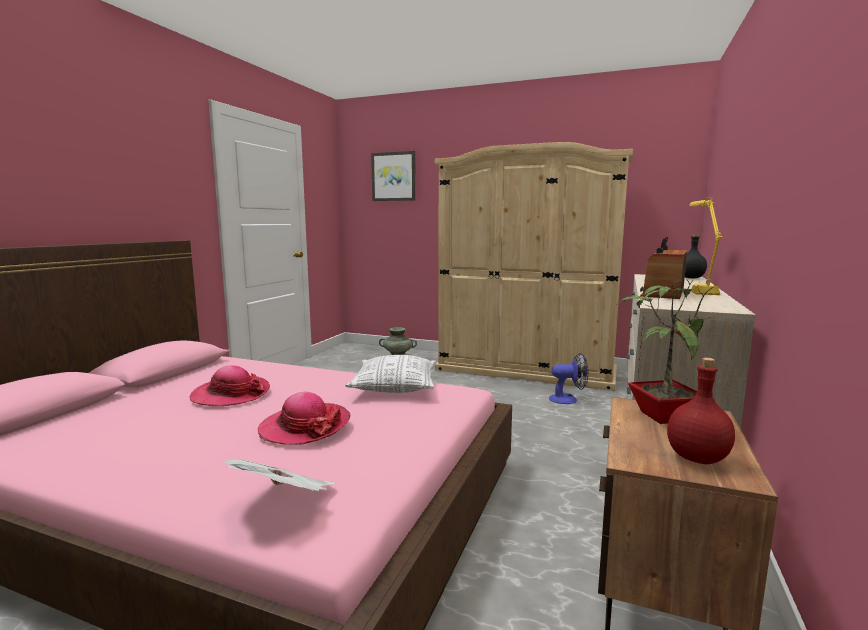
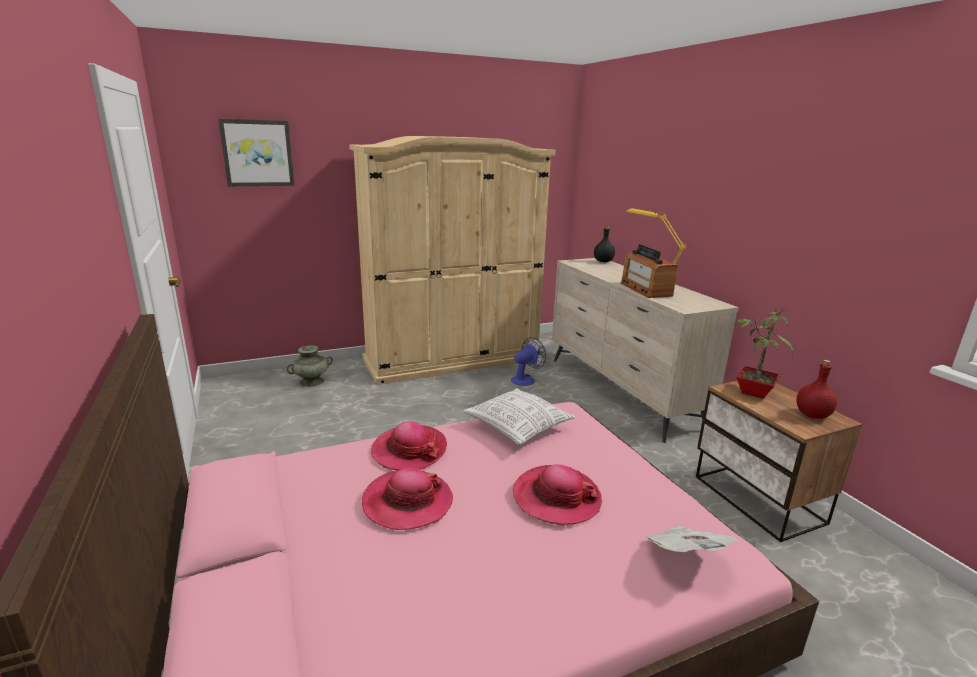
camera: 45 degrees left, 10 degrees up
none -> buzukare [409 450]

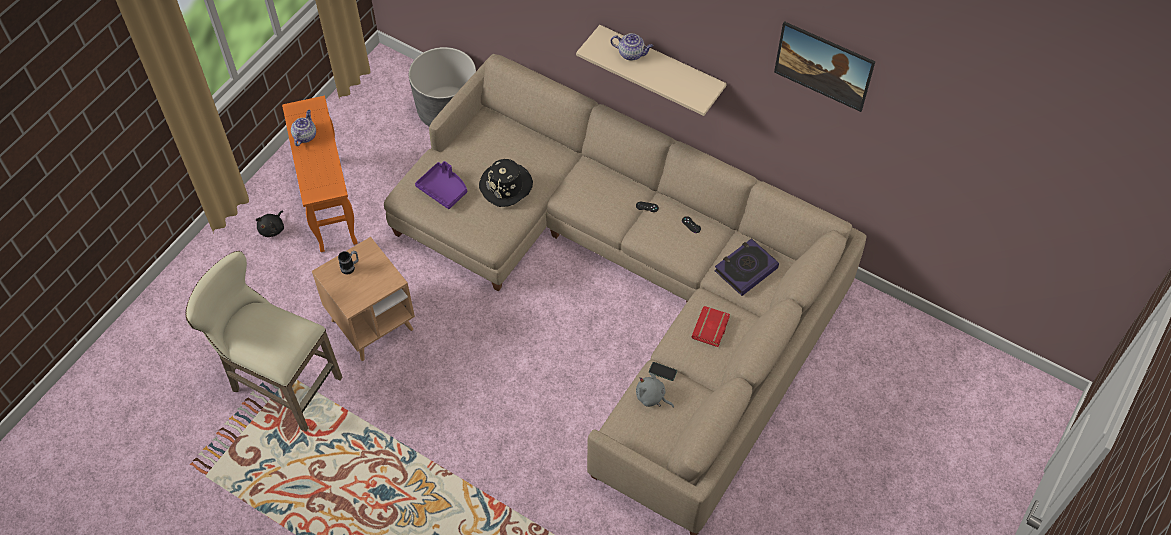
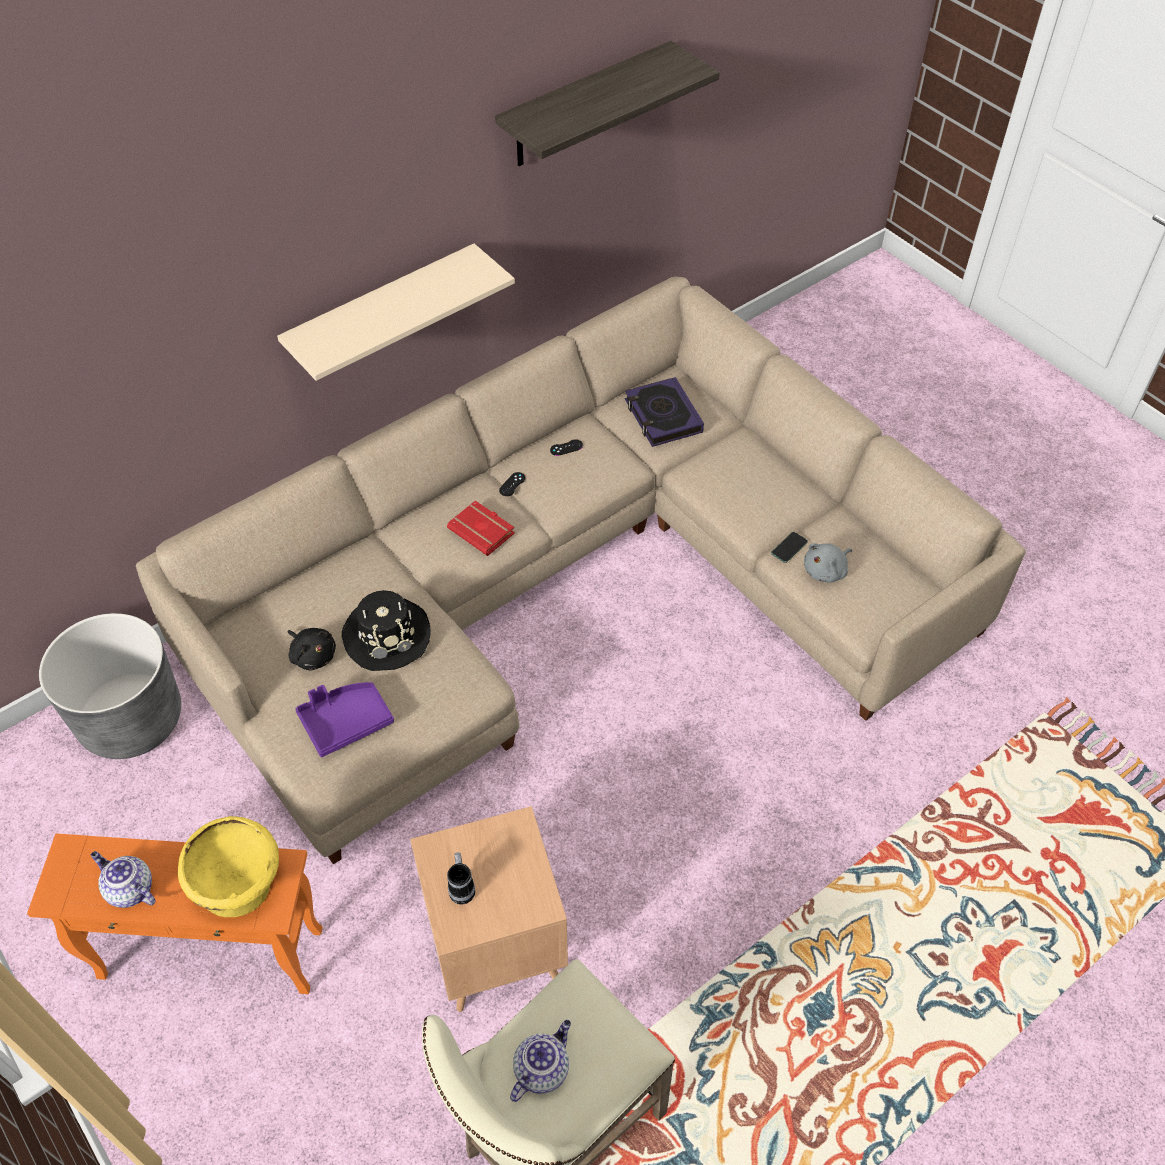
camera: 70 degrees left, 5 degrees down
none -> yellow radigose [239 884]
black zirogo [273 229] -> black zirogo [313 655], moved
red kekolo [711 329] -> red kekolo [483 531], moved
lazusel [820 78] -> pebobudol [585 106]
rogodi [632 54] -> rogodi [541 1068], moved

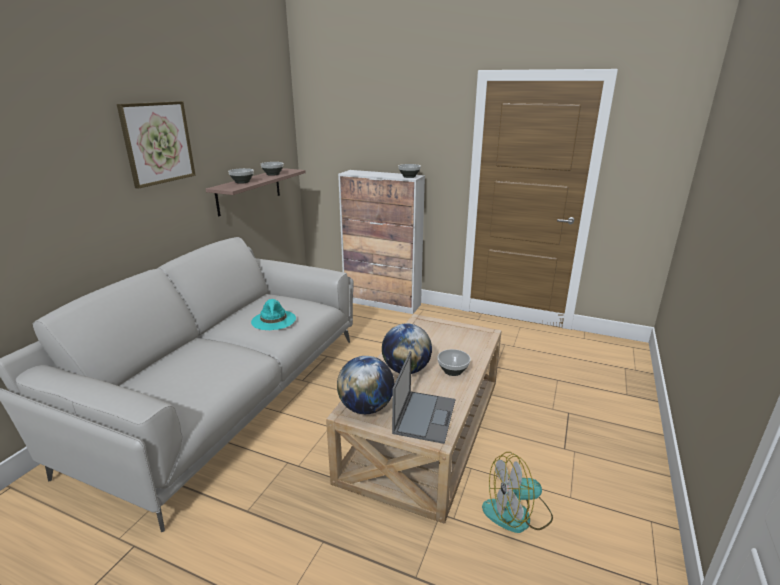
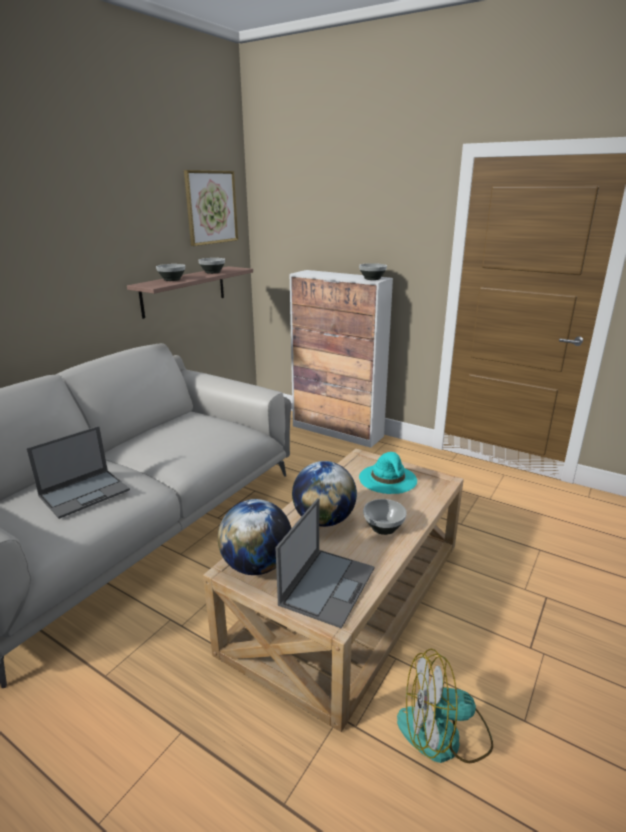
camera: 10 degrees right, 0 degrees up
none -> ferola [85 493]
lazusel [158 143] -> lazusel [211 207], moved
turquoise buzukare [274 320] -> turquoise buzukare [388 479], moved

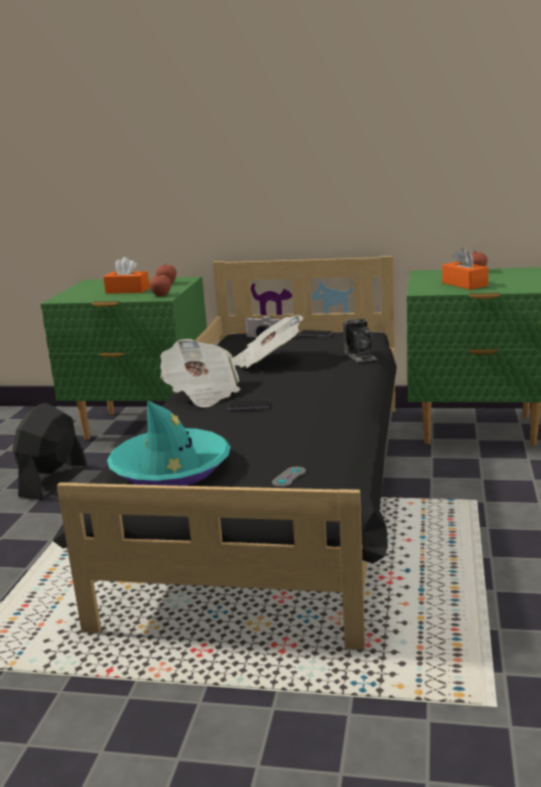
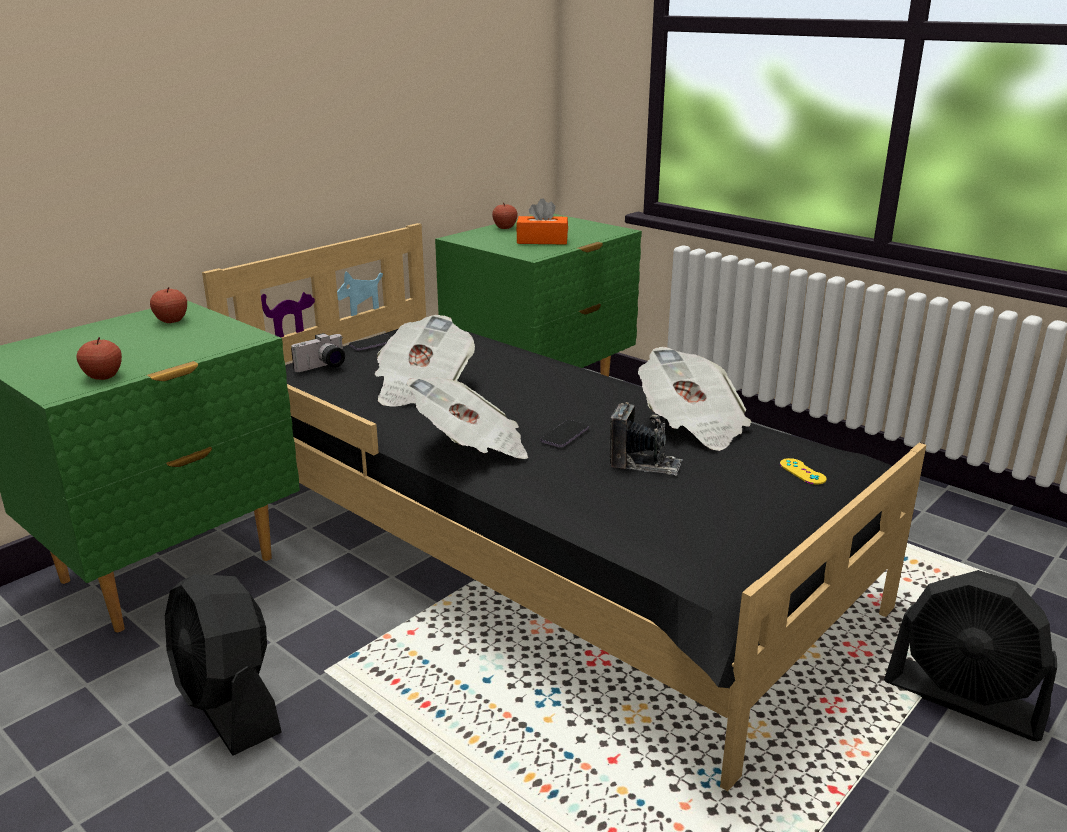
camera: 60 degrees left, 5 degrees up
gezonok [161 295] -> gezonok [103 376], moved
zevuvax [360 356] -> zevuvax [645 463], moved
none -> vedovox [692 426]
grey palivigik [289 477] -> yellow palivigik [802 472]
none -> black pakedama [964 699]
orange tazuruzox [127 290] -> none
turquoise buzukare [171 469] -> none

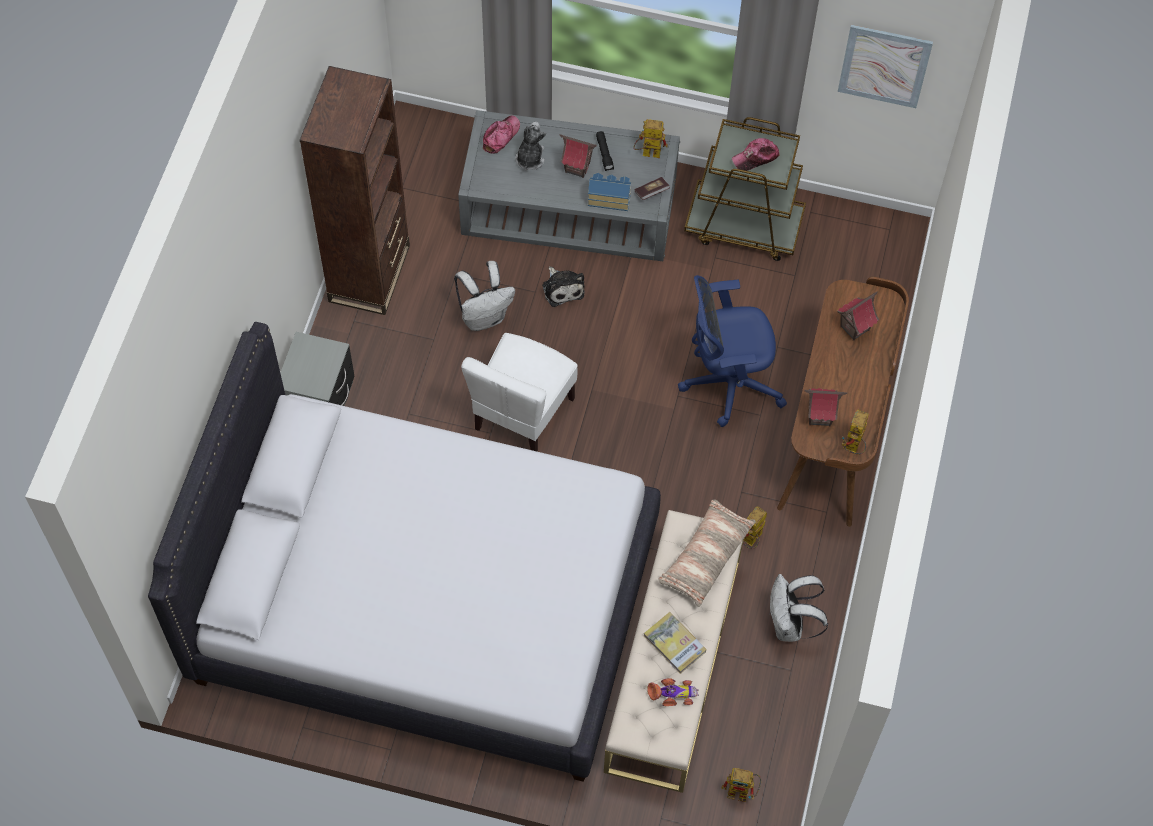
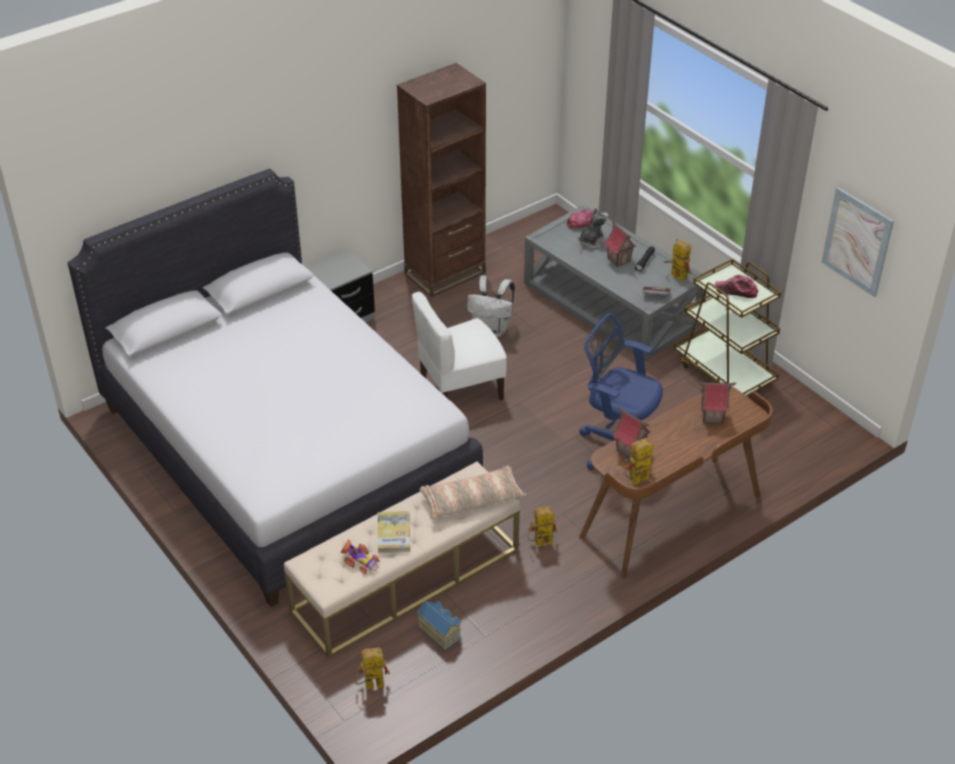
camera: 40 degrees right, 20 degrees down
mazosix [742 792] -> mazosix [370 686], 120 degrees clockwise
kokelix [609 198] -> kokelix [440 631], moved
zirogo [562 288] -> none
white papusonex [789 625] -> none

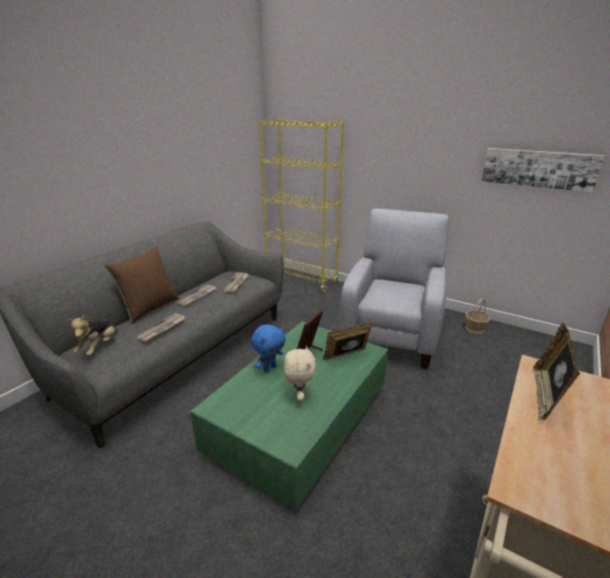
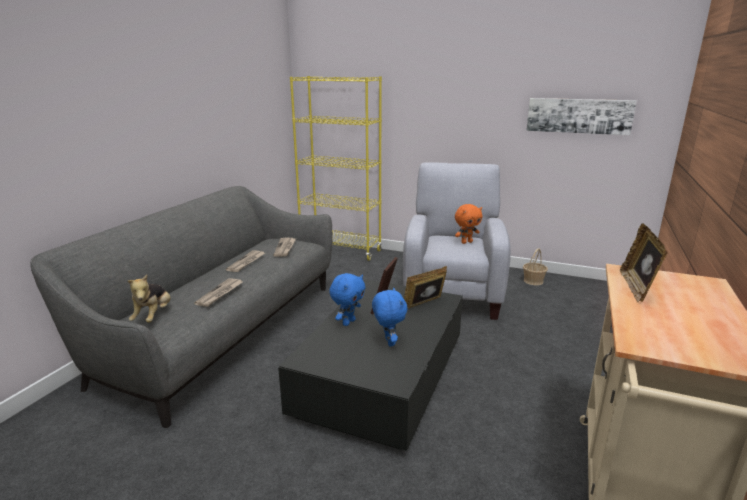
camera: 10 degrees left, 5 degrees down
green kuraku [300 420] -> black kuraku [382 377]
beige zirogo [299 396] -> blue zirogo [388 342]
none -> orange zirogo [466 242]
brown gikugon [149 308] -> none

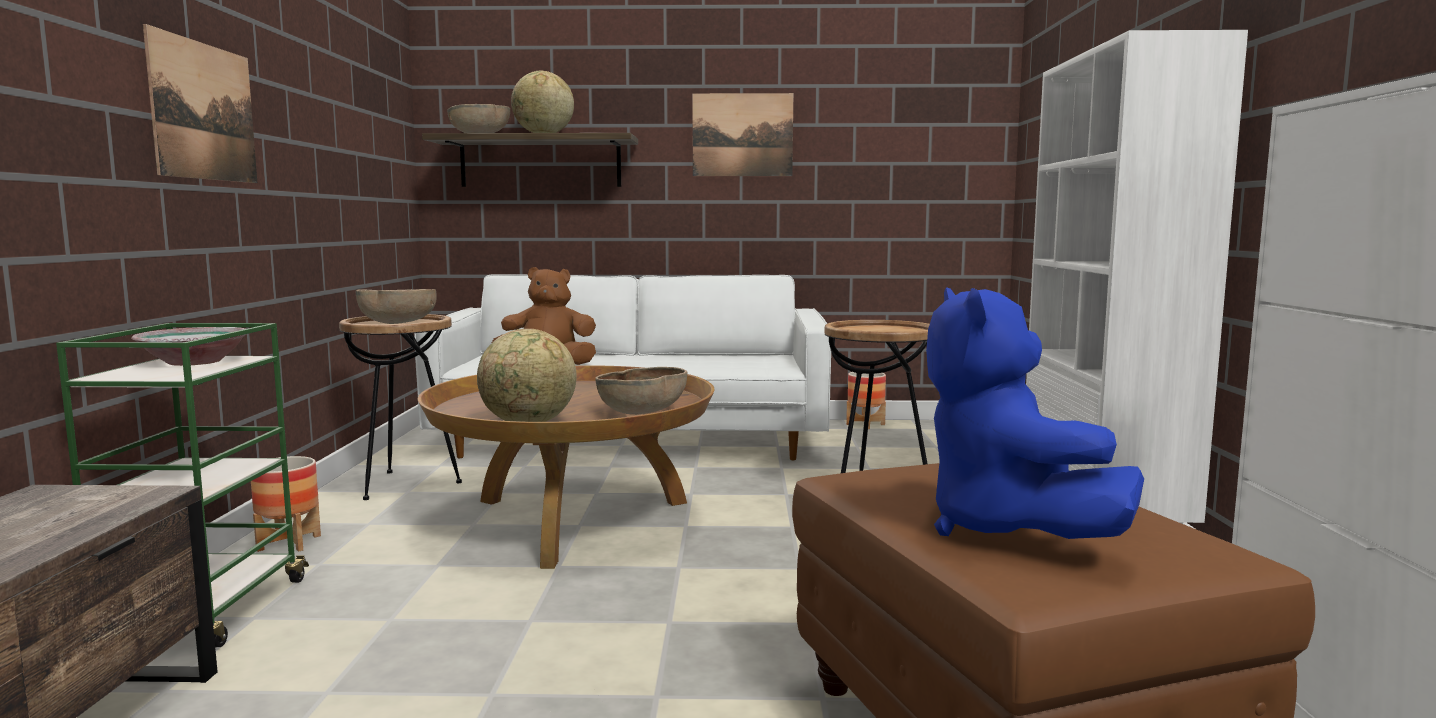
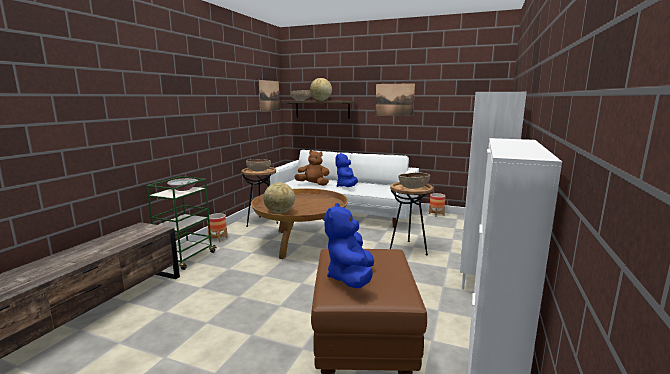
camera: 20 degrees right, 5 degrees up
lazusel [204 111] -> lazusel [269 96], moved
none -> blue zirogo [347 187]
brown radigose [642 413] -> brown radigose [413 188], moved

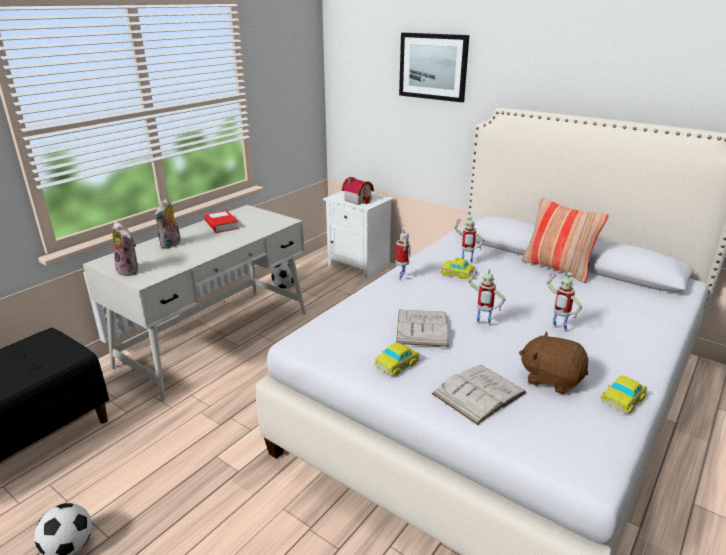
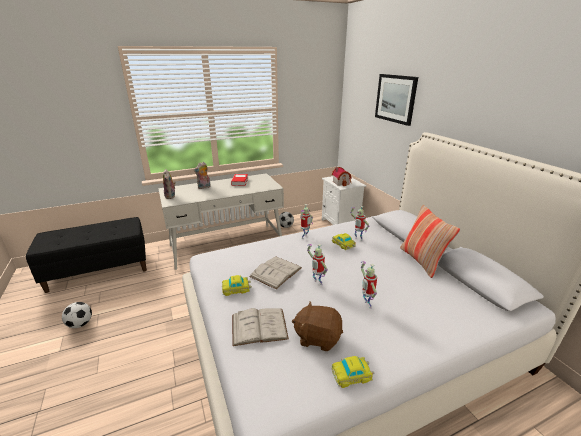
camera: 30 degrees right, 0 degrees up
brown zirogo [551 379] -> brown zirogo [317 337], 45 degrees counterclockwise

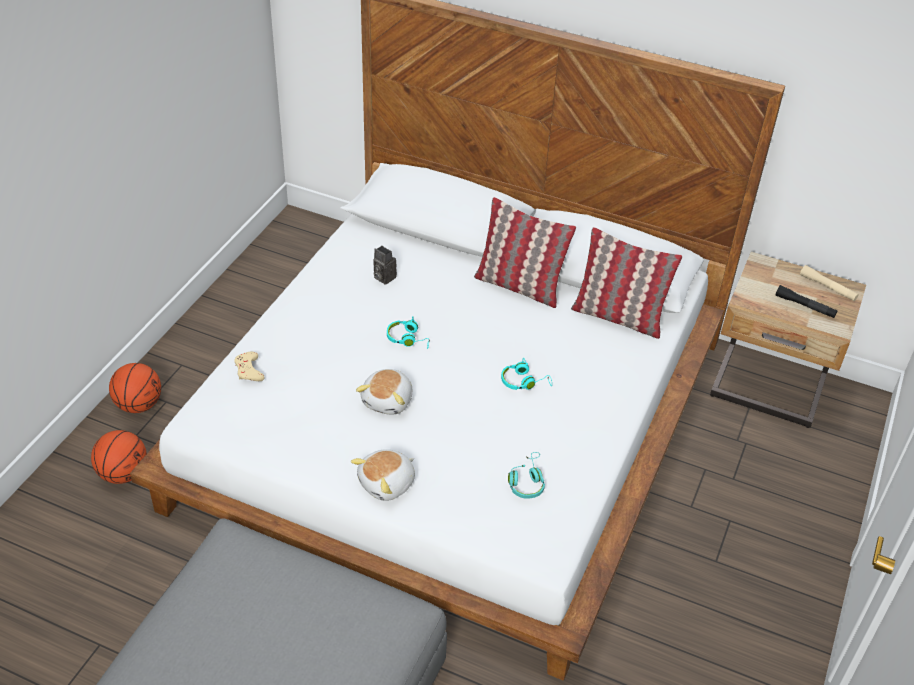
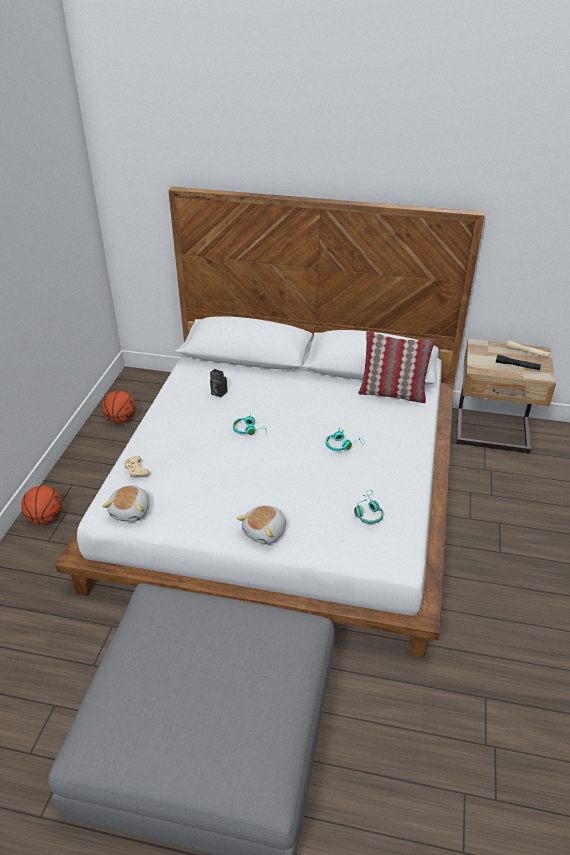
camera: 10 degrees left, 5 degrees down
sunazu [123 474] -> sunazu [121 420], moved
zirogo [388 401] -> zirogo [131 511], moved
gikugon [519 286] -> none

